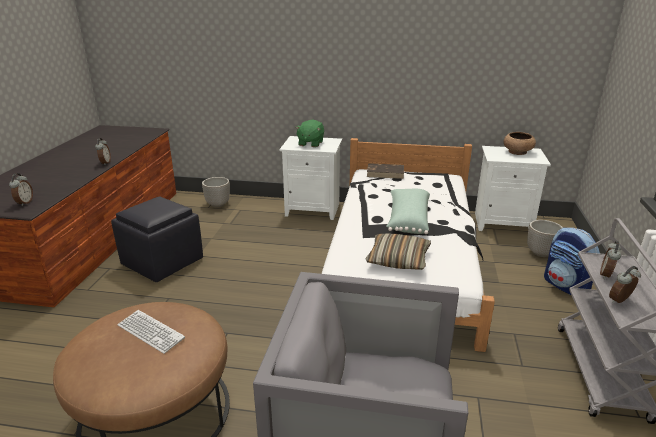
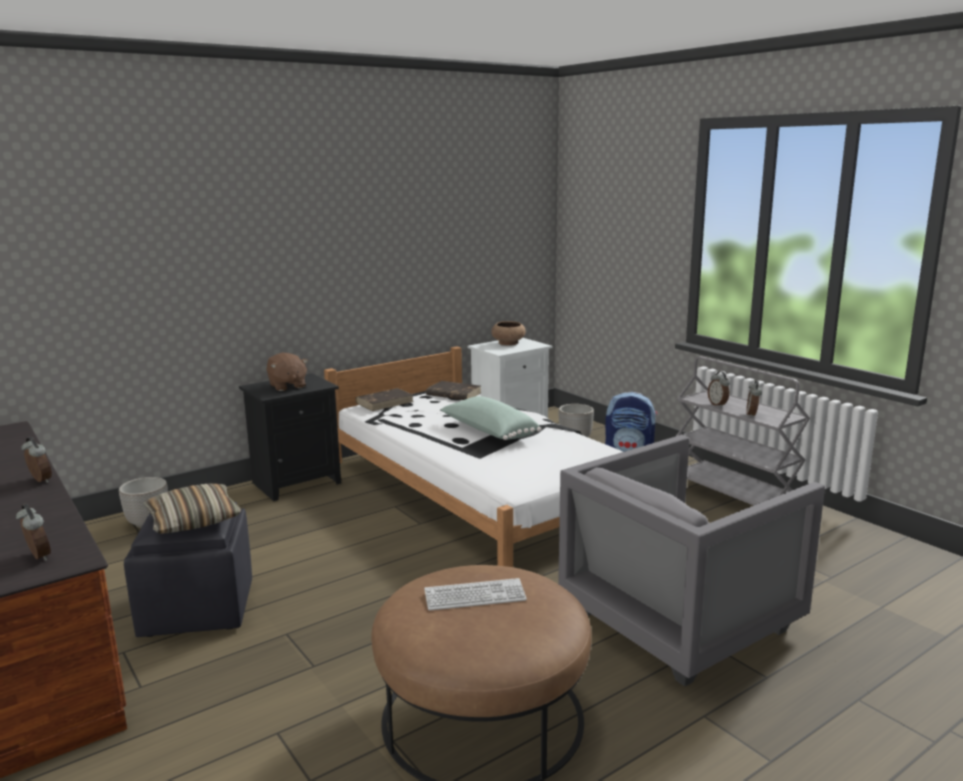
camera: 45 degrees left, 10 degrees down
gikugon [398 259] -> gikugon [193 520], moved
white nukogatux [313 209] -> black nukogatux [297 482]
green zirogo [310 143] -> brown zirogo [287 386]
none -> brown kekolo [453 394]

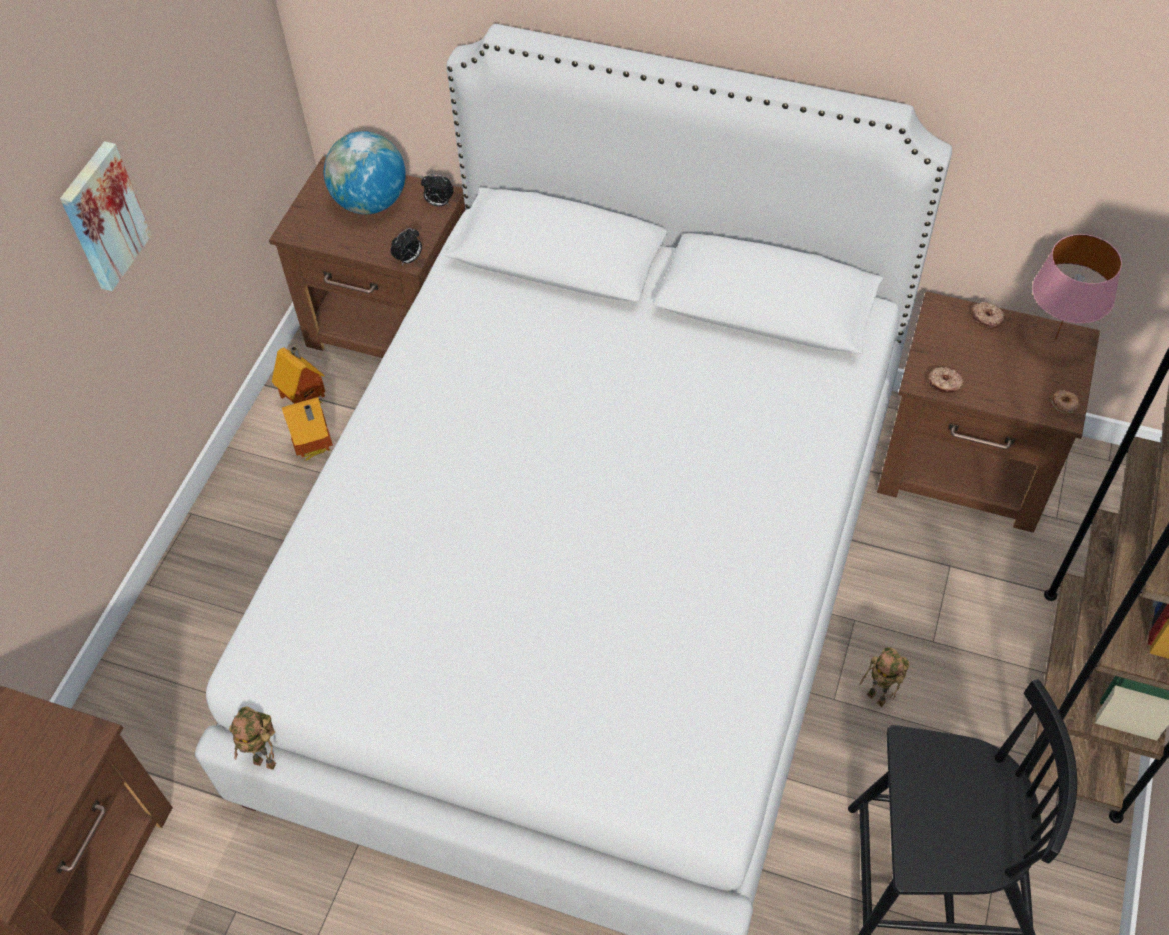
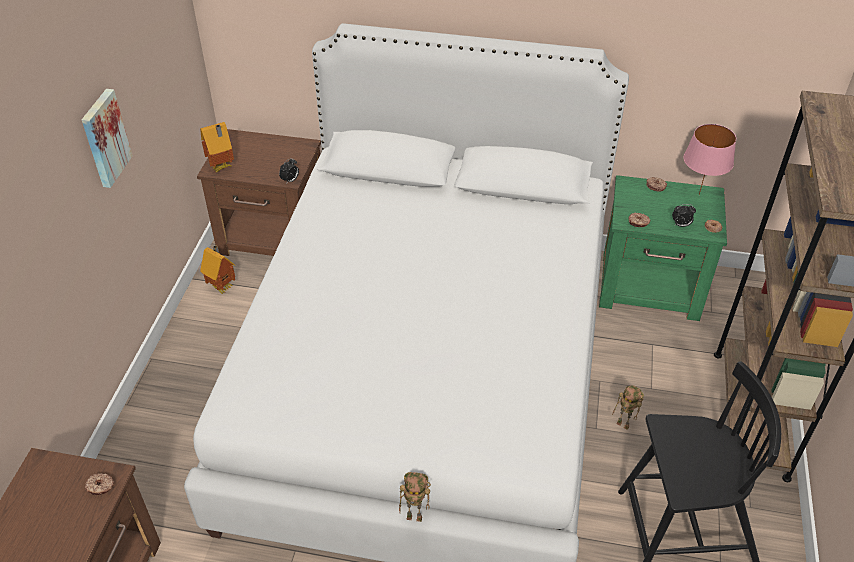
camera: 10 degrees left, 10 degrees down
none -> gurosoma [100 487]
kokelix [316 451] -> kokelix [222 168], moved
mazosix [267 761] -> mazosix [415 516], moved
brown nukogatux [967 466] -> green nukogatux [651 288]
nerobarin [439 203] -> nerobarin [681 225], moved
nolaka [370 203] -> none

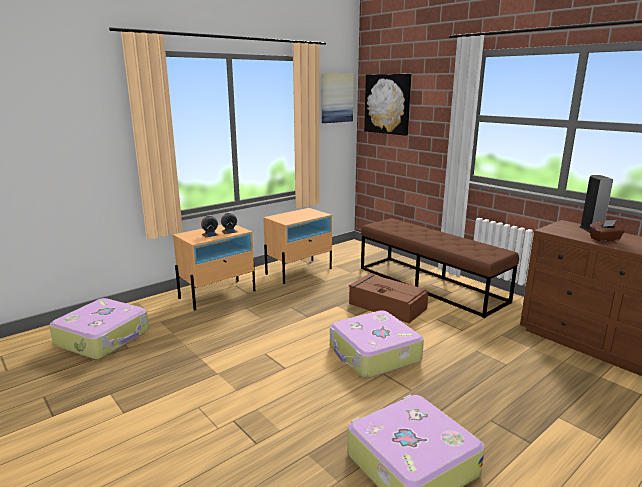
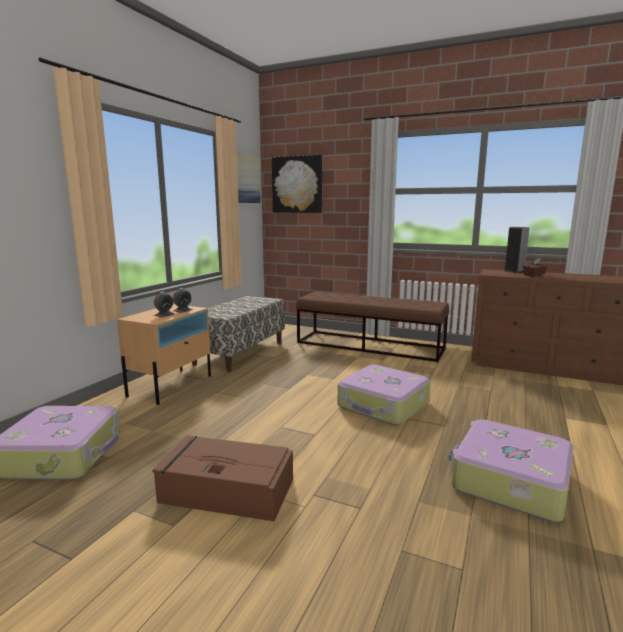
camera: 25 degrees left, 5 degrees down
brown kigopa [386 306] -> brown kigopa [225 490], moved
beige nukogatux [299 271] -> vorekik [239 353]

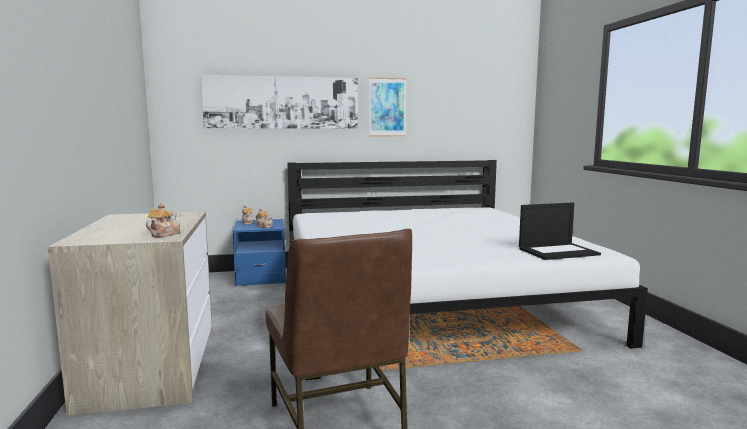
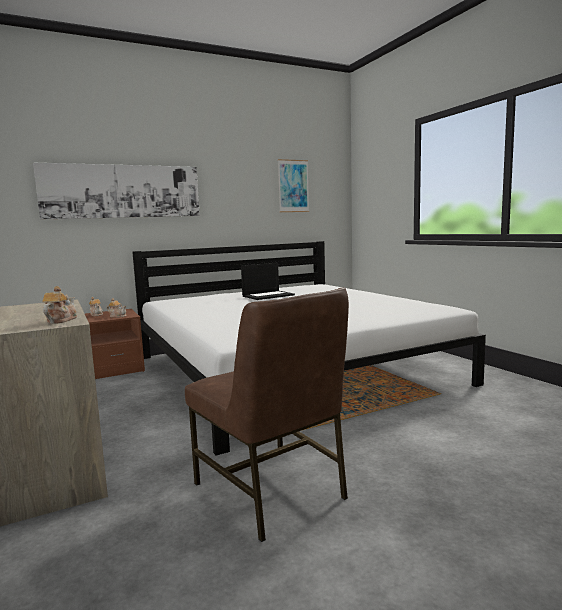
camera: 15 degrees left, 0 degrees up
blue nukogatux [261 277] -> brown nukogatux [115 369]
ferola [558 251] -> ferola [268 295], moved
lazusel [387 107] -> lazusel [293 186], moved

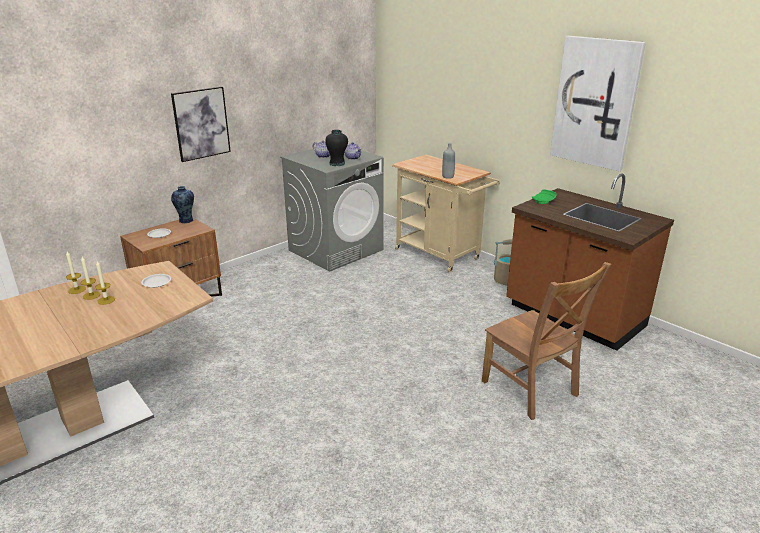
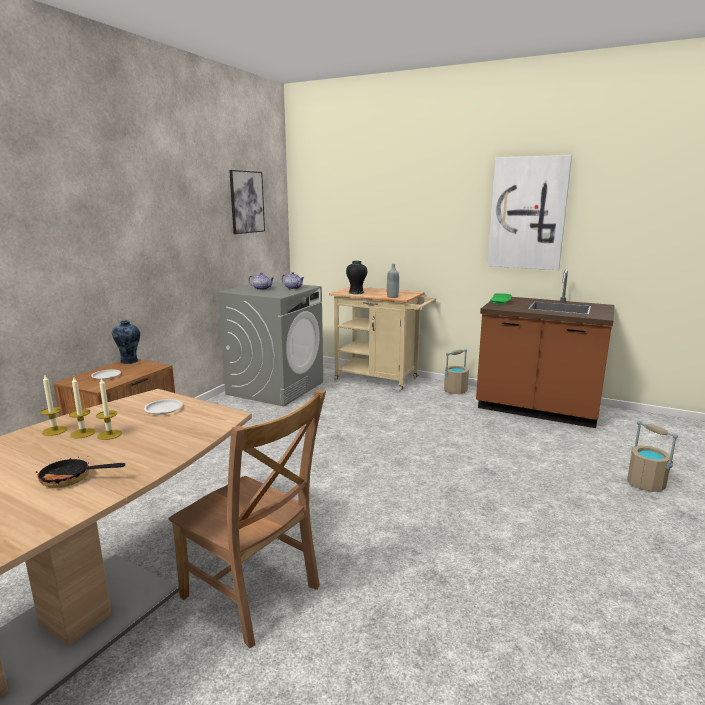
camera: 20 degrees left, 10 degrees down
none -> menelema [72 479]
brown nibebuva [531 390] -> brown nibebuva [254 595], moved
lazusel [201 123] -> lazusel [246 202], moved
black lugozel [337 164] -> black lugozel [356 293], moved
none -> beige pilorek [646 484]

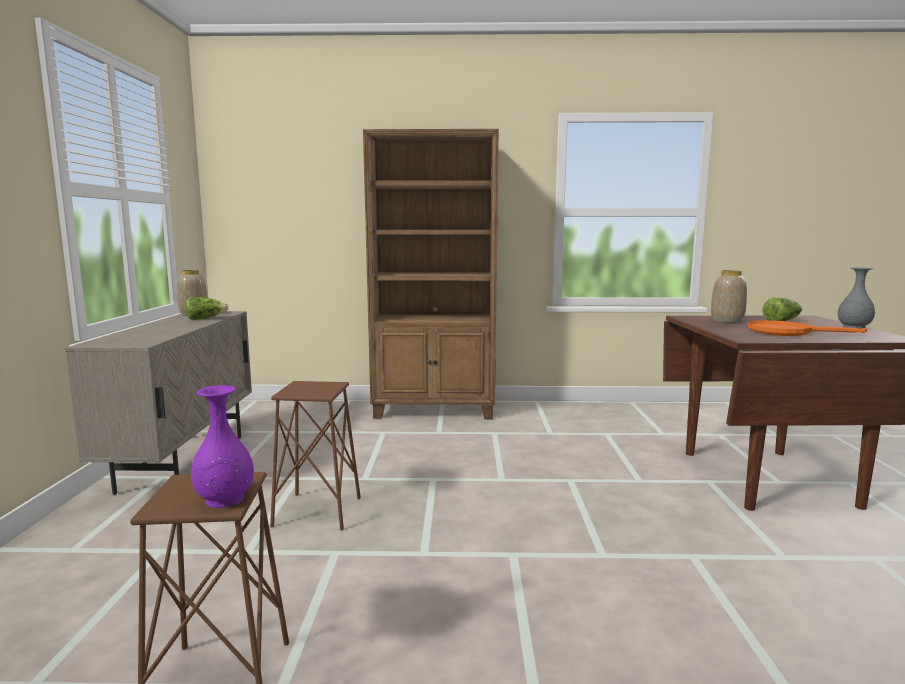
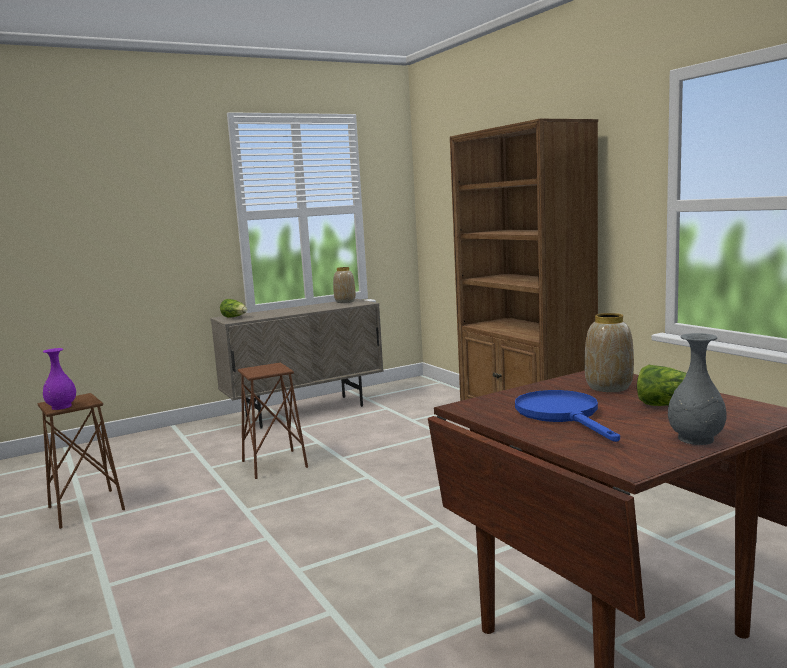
camera: 60 degrees right, 0 degrees up
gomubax [205 319] -> gomubax [235 317], moved
orange menelema [788 332] -> blue menelema [562 415]

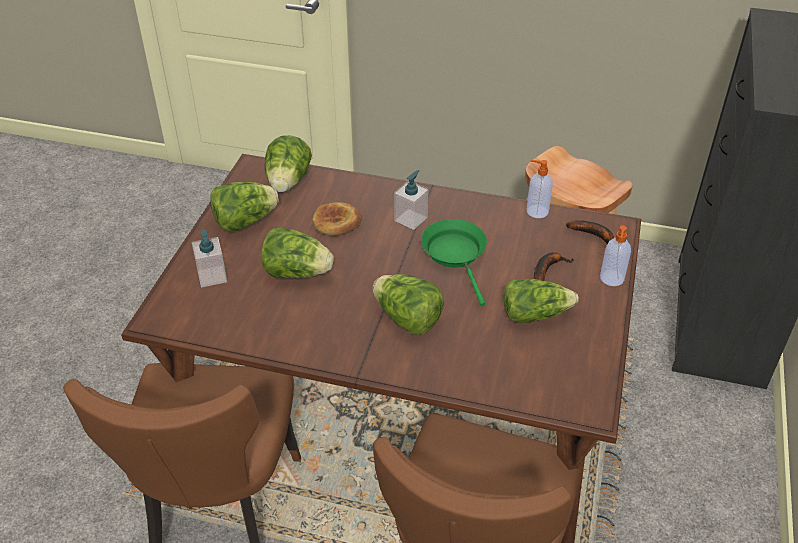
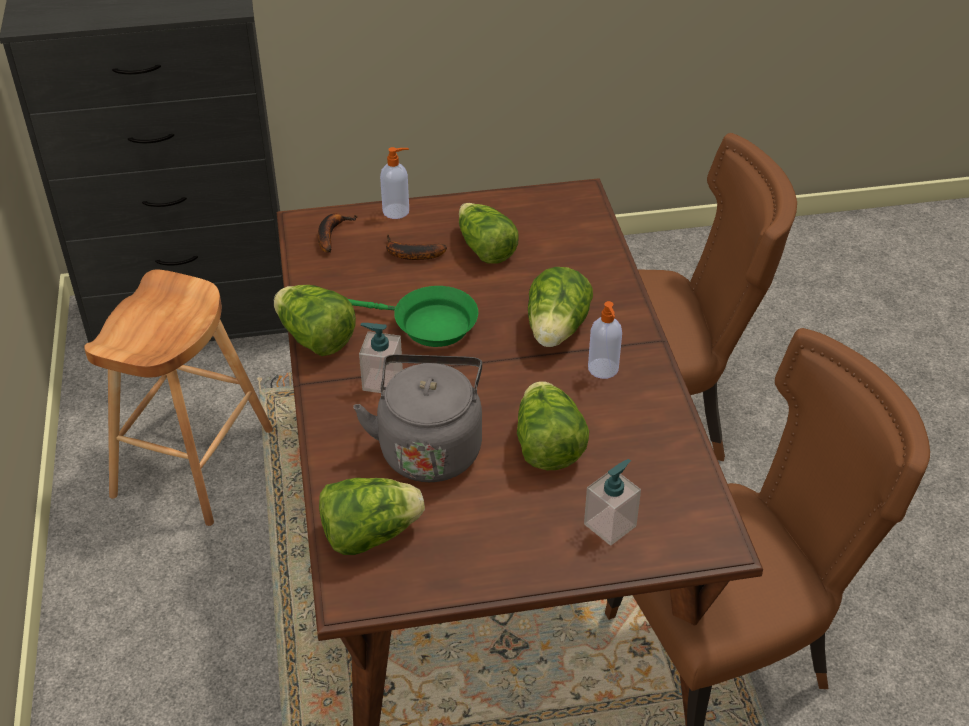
camera: 115 degrees left, 0 degrees up
gomubax [245 221] -> gomubax [315 339], moved
green menelema [456 255] -> green menelema [428 325], 120 degrees counterclockwise
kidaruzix [336 222] -> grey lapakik [430 447]
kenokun [536 211] -> kenokun [603 369], moved

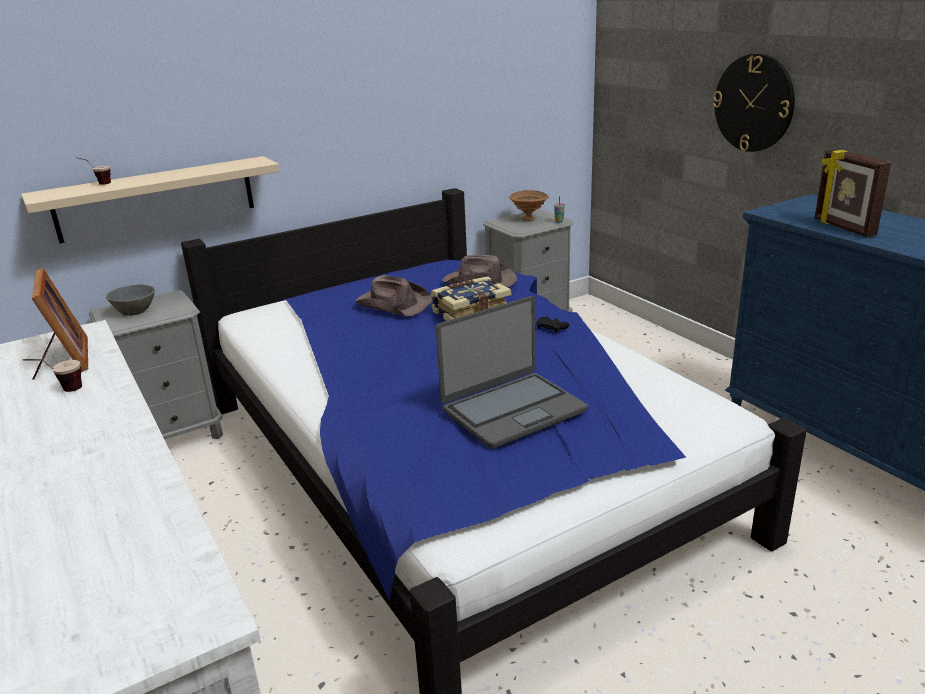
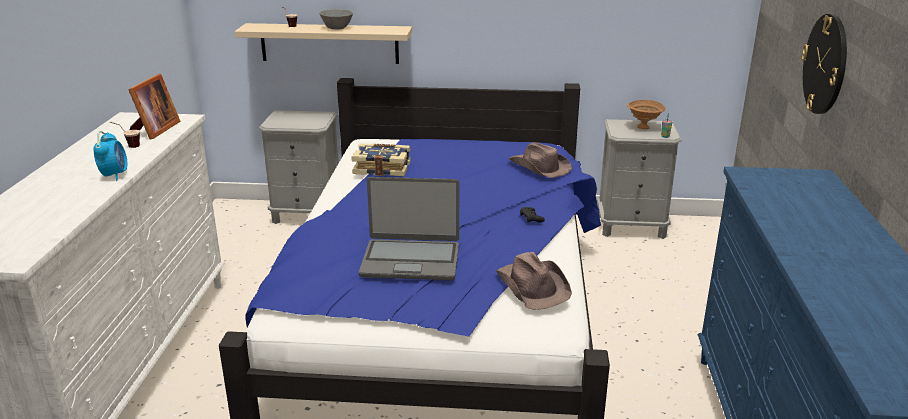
camera: 35 degrees right, 0 degrees up
none -> nerobarin [114 175]
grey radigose [136 312] -> grey radigose [337 28], moved
kekolo [470 312] -> kekolo [382 168], moved
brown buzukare [393 303] -> brown buzukare [533 286], moved
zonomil [843 228] -> none

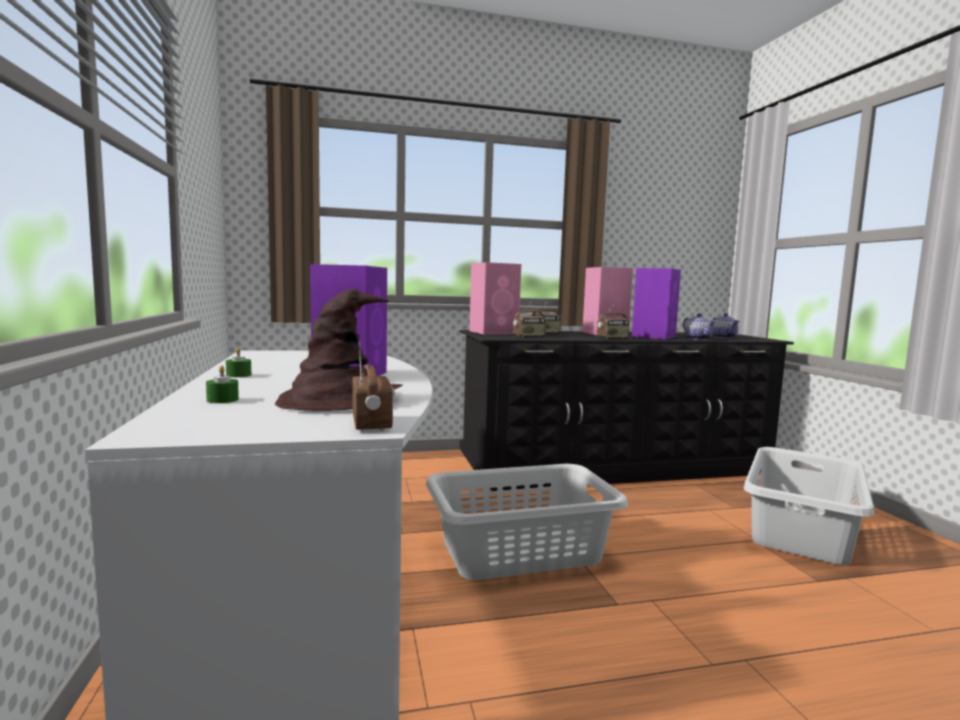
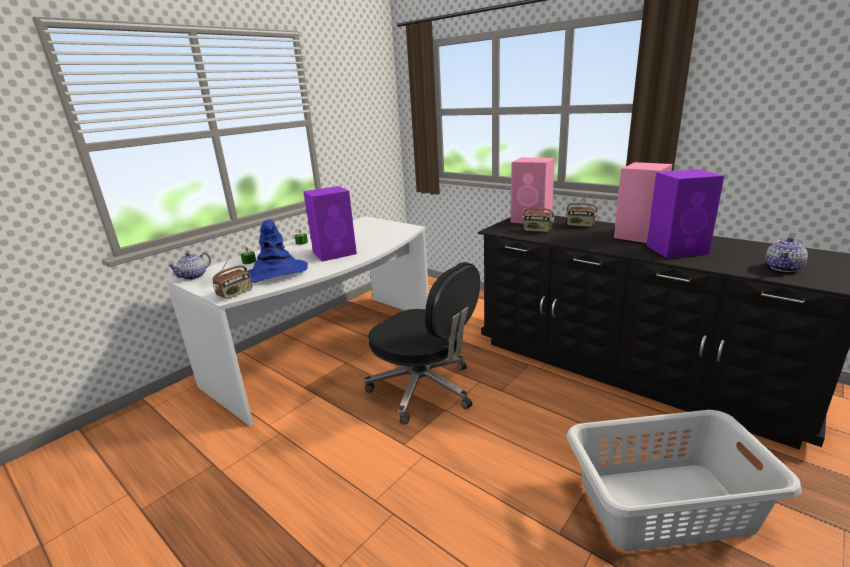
camera: 55 degrees right, 15 degrees up
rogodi [697 339] -> rogodi [194 276], moved
brown buzukare [340 399] -> blue buzukare [276 273]
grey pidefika [522 551] -> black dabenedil [424 389]
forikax [612 338] -> none

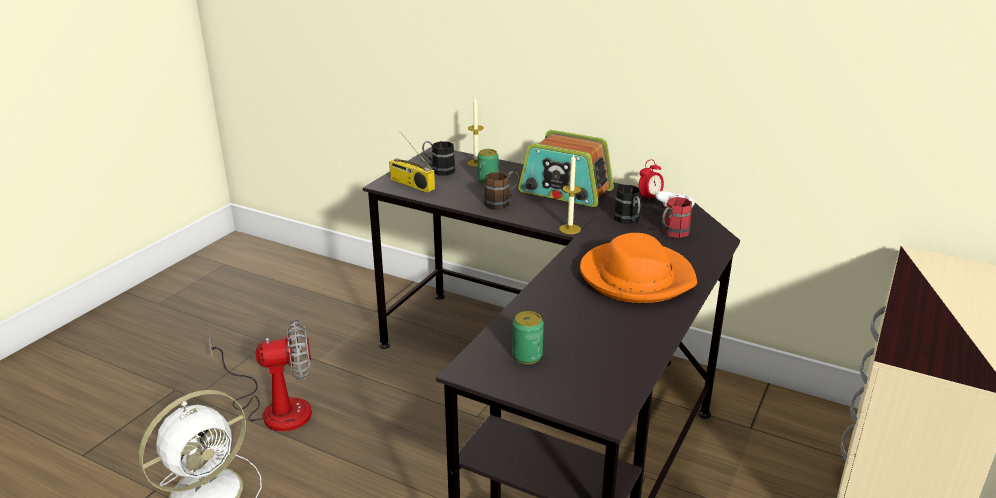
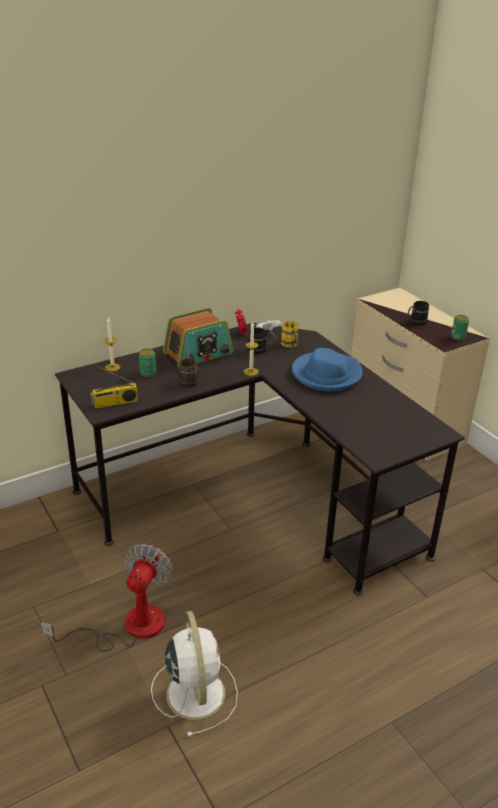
camera: 60 degrees left, 5 degrees up
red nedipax [672 234] -> yellow nedipax [290 345]
orange buzukare [636 276] -> blue buzukare [326 374]
black nedipax [438 170] -> black nedipax [415 322], moved
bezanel [527 356] -> bezanel [458 337], moved

